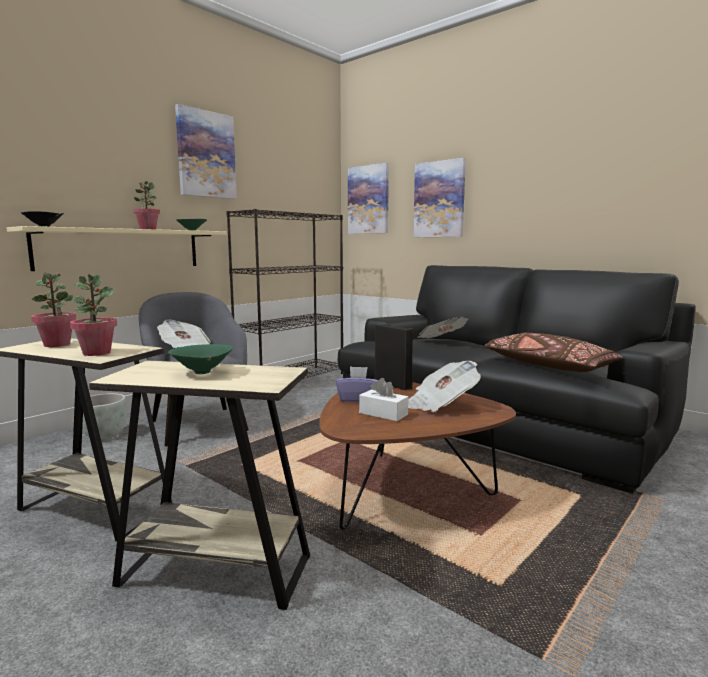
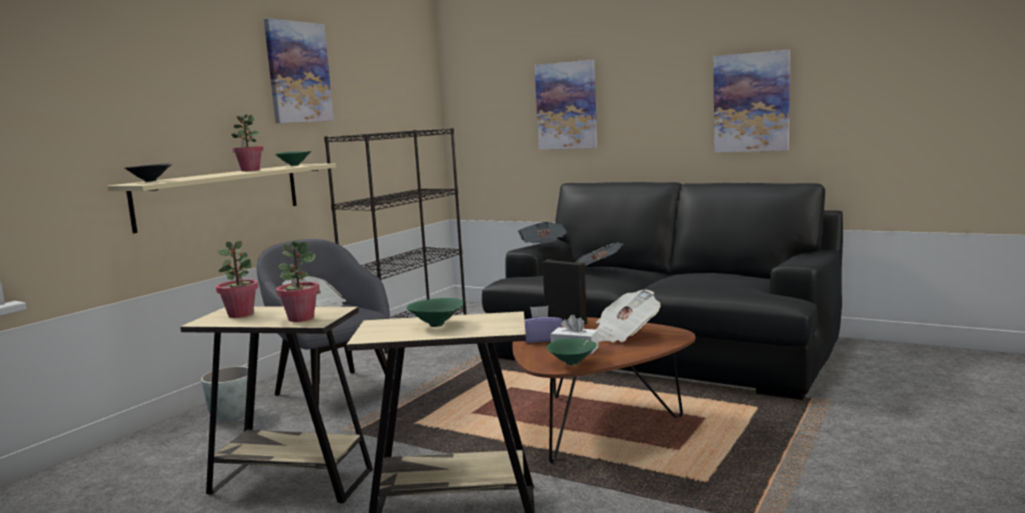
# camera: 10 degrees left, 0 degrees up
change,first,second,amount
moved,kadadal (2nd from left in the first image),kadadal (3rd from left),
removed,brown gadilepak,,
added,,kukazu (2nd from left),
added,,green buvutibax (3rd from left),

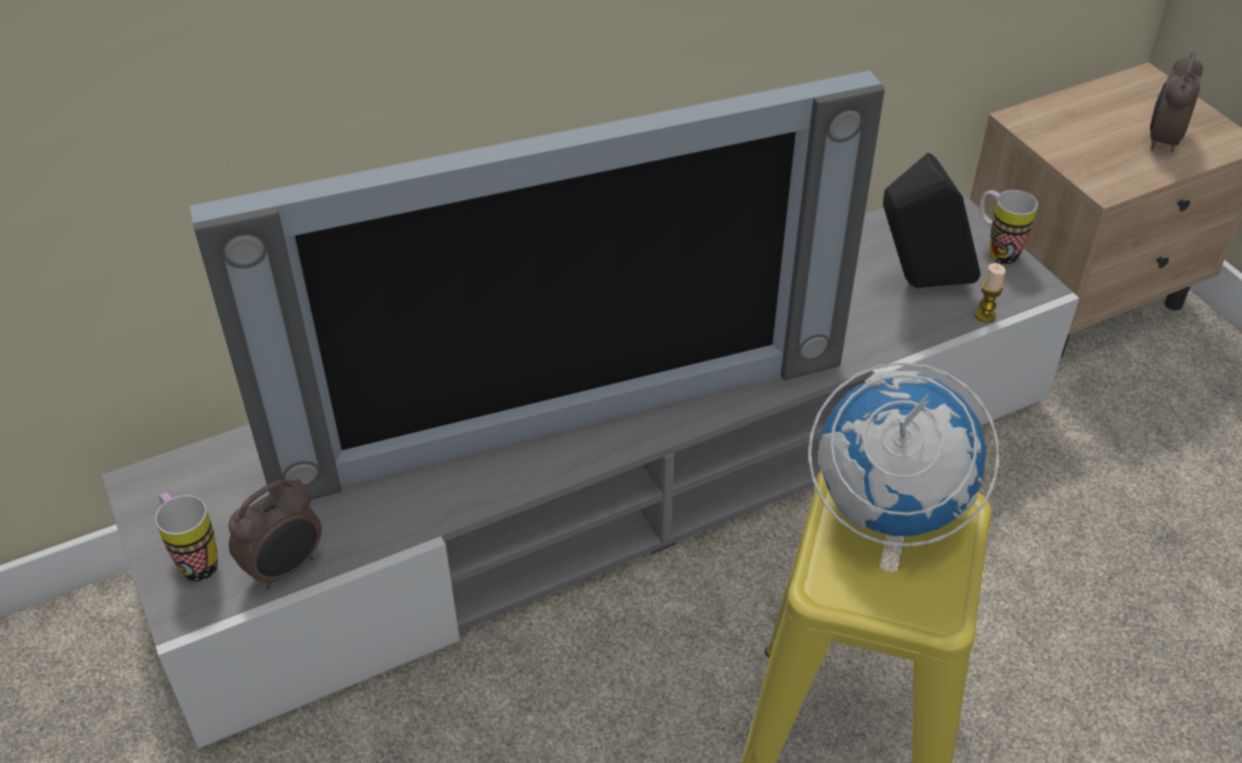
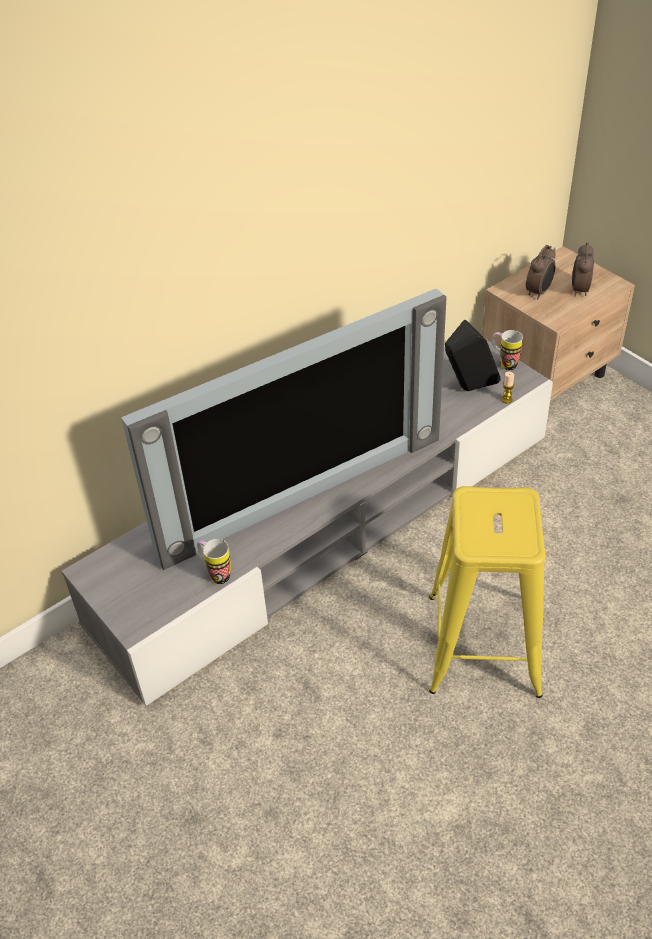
# camera: 10 degrees left, 0 degrees up
change,first,second,amount
moved,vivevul (1st from left),,
moved,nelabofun (1st from left),,
removed,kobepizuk,,

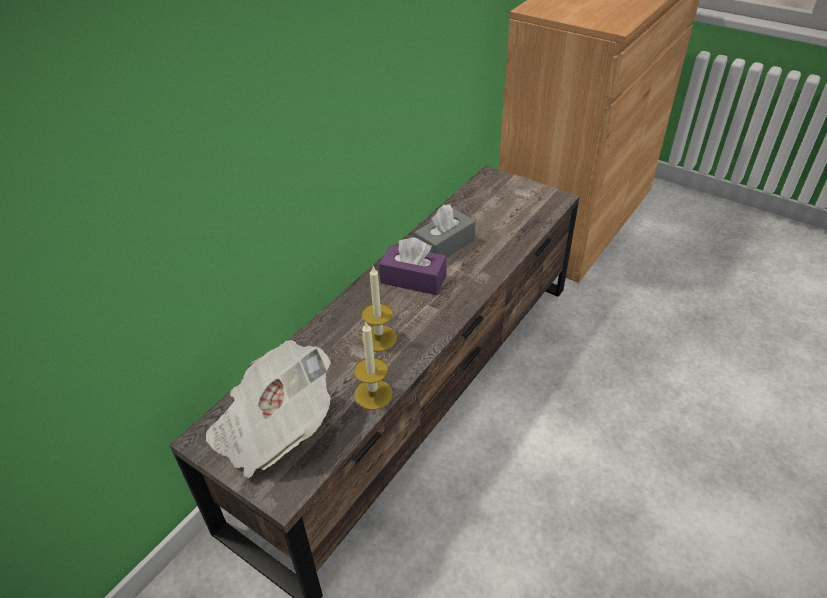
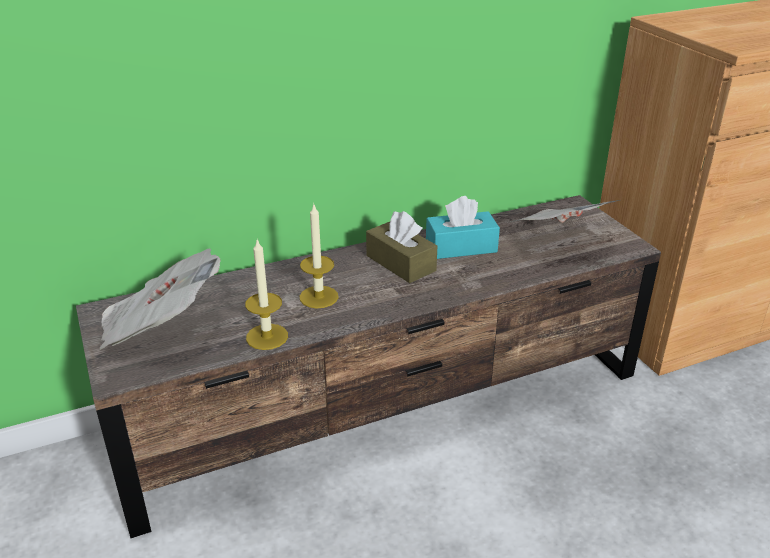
# camera: 30 degrees right, 10 degrees down
change,first,second,amount
recoloured,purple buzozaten,brown buzozaten,
recoloured,grey buzozaten,turquoise buzozaten,
added,,kukazu (2nd from left),

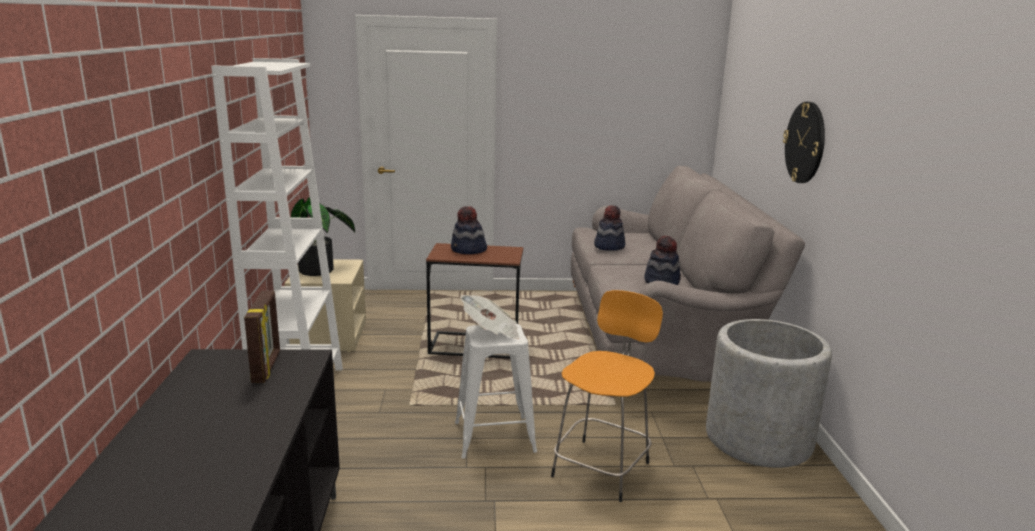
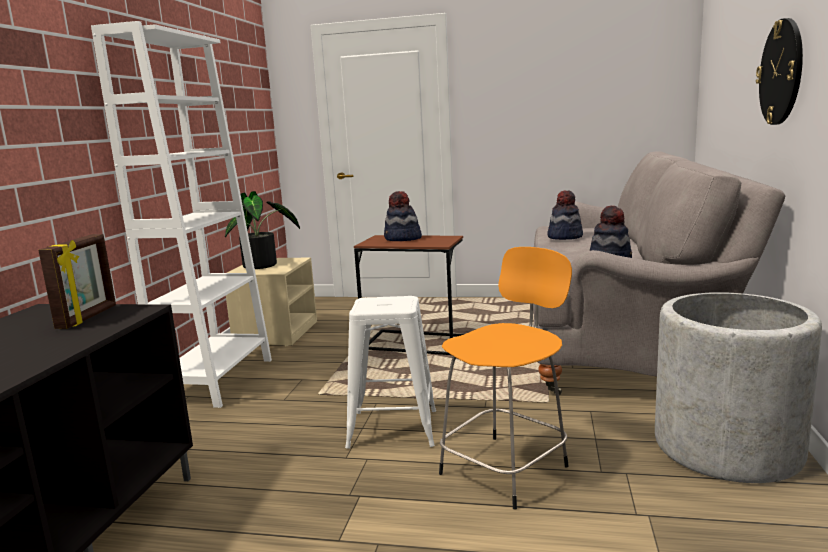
# camera: 15 degrees right, 5 degrees down
change,first,second,amount
removed,kukazu,,

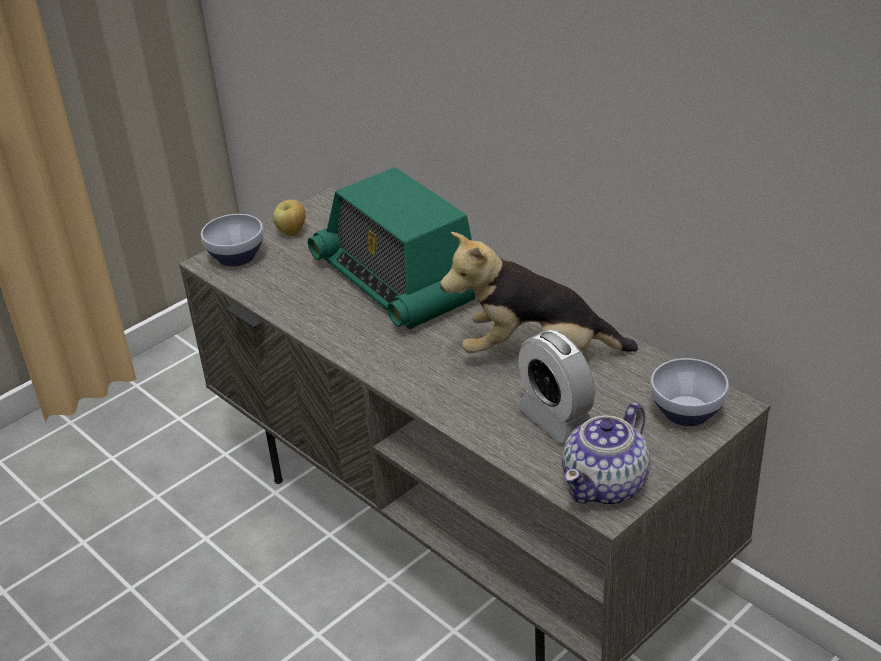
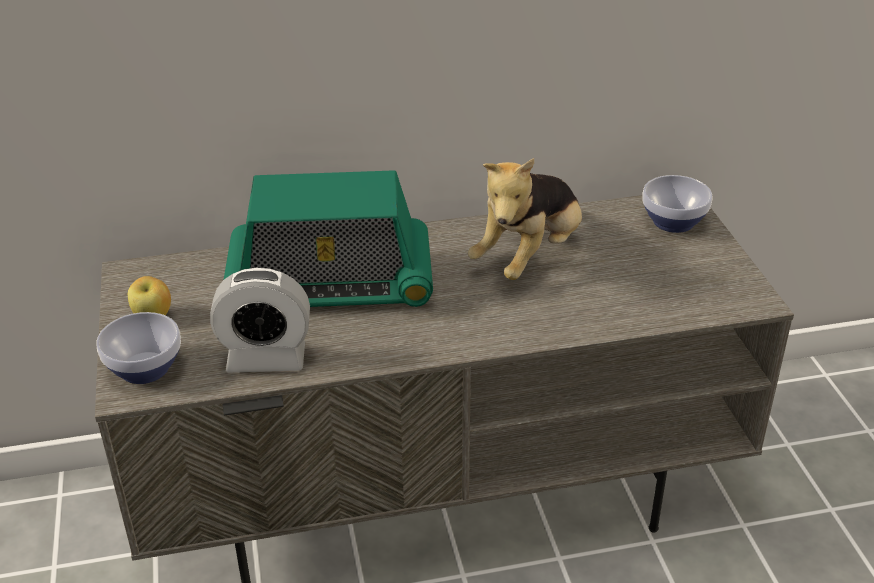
# camera: 60 degrees left, 0 degrees up
change,first,second,amount
moved,nelabofun,,
removed,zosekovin,,

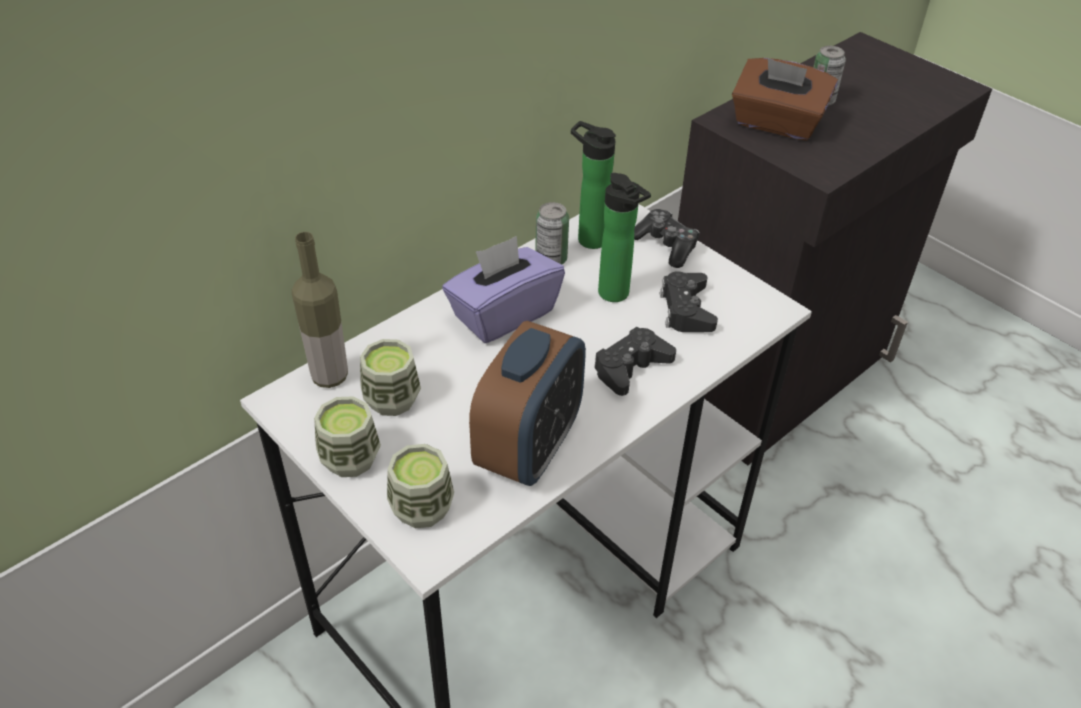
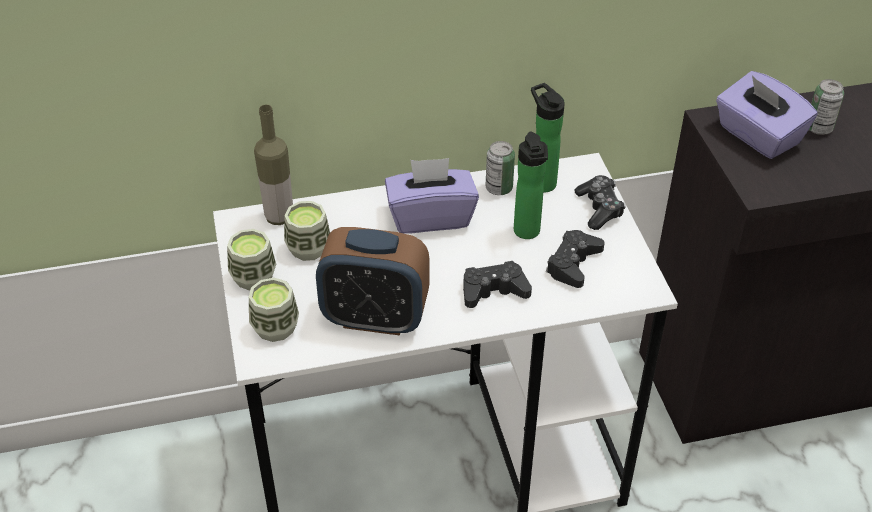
# camera: 30 degrees right, 0 degrees up
change,first,second,amount
turned,nelabofun,,45 degrees clockwise
recoloured,brown buzozaten,purple buzozaten (2nd from left),

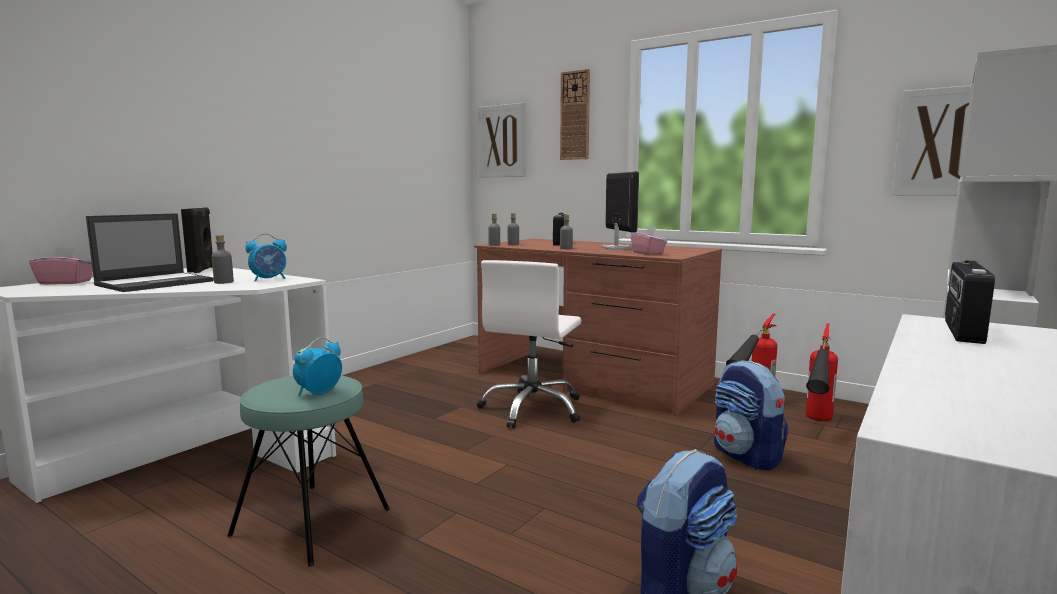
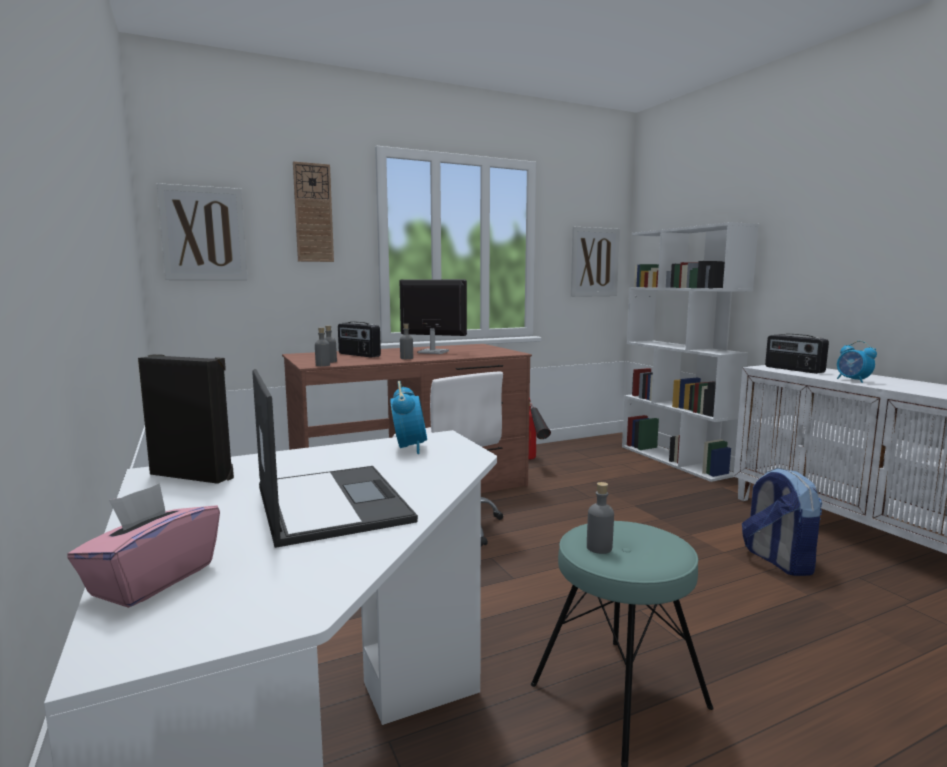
# camera: 60 degrees left, 0 degrees up
change,first,second,amount
moved,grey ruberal (1st from left in the first image),grey ruberal (4th from left),
moved,nelabofun (2nd from left),,
removed,pink buzozaten (2nd from left),,
removed,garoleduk (2nd from left),,
removed,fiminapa (2nd from left),,

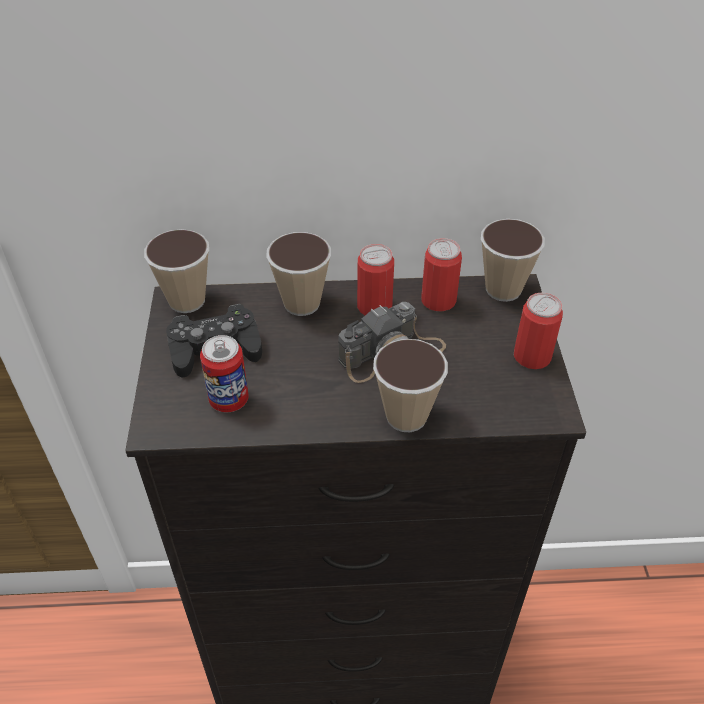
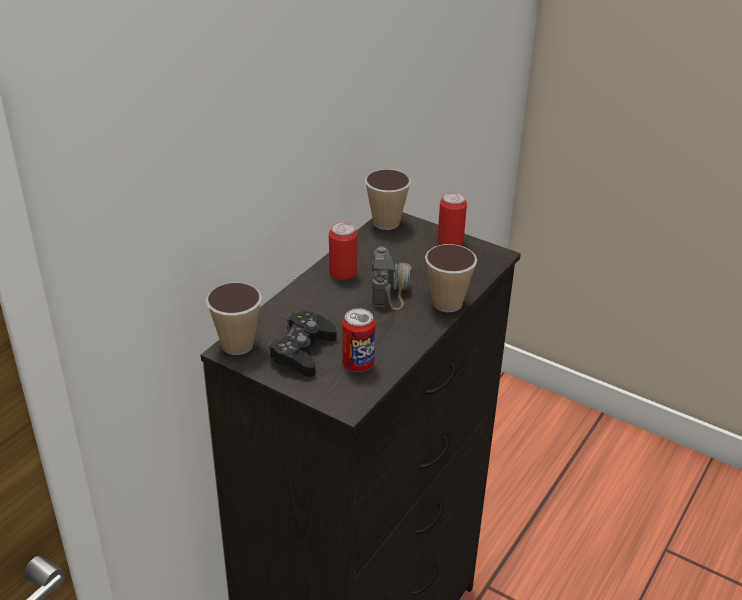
# camera: 55 degrees left, 10 degrees down
change,first,second,amount
removed,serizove (2nd from left),,
removed,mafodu (3rd from left),,

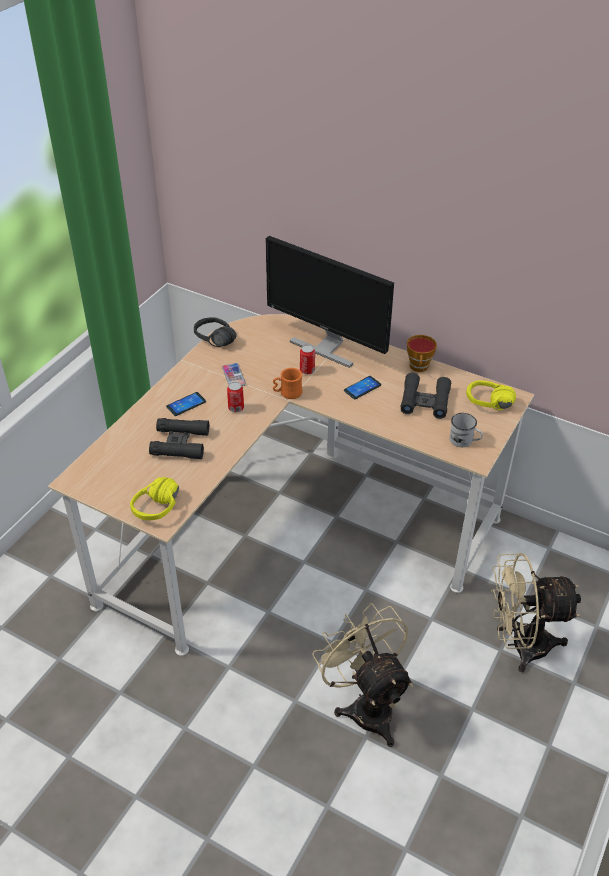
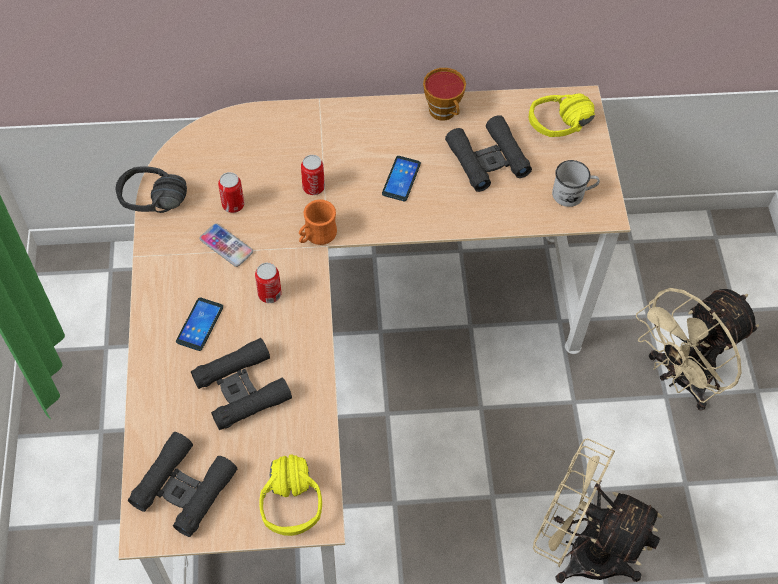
# camera: 35 degrees left, 15 degrees up
change,first,second,amount
removed,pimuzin,,
added,,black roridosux (1st from left),
added,,mafodu (1st from left),

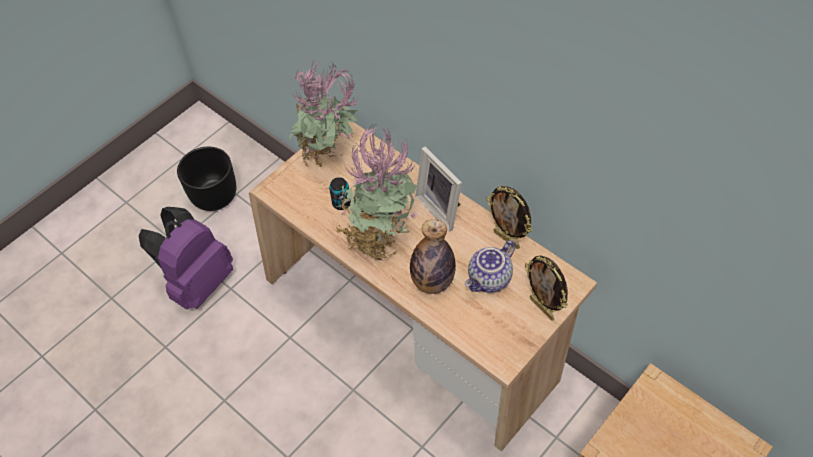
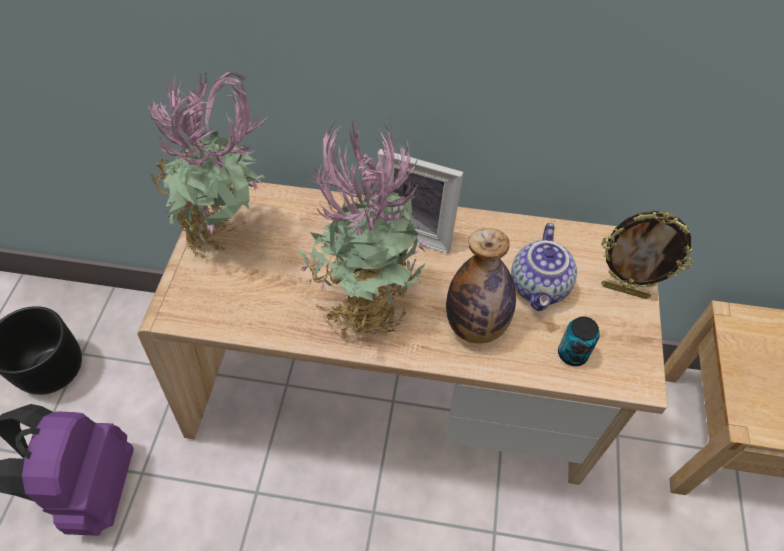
# camera: 35 degrees left, 0 degrees up
change,first,second,amount
moved,mafodu,,
removed,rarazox (2nd from left),,

